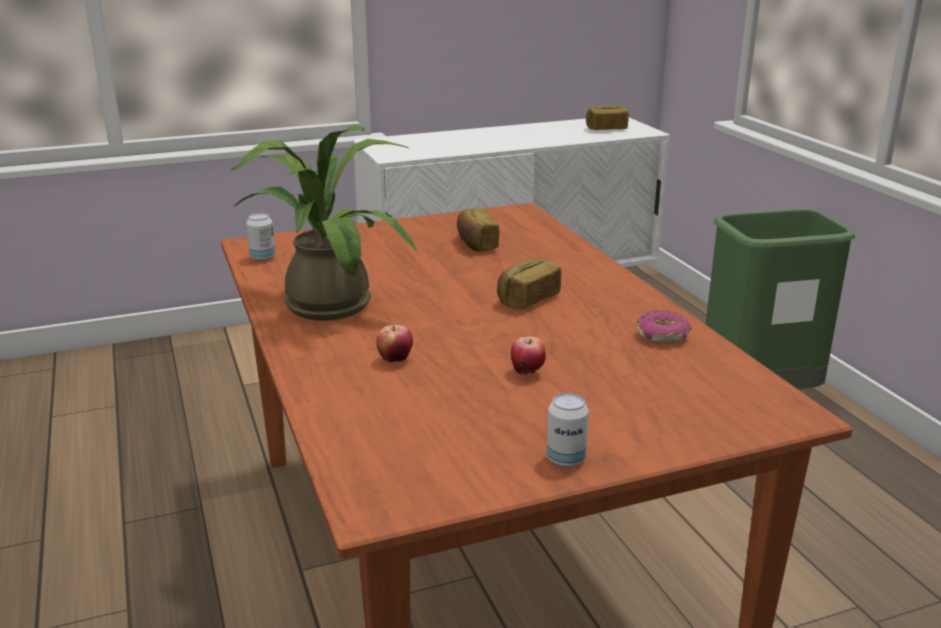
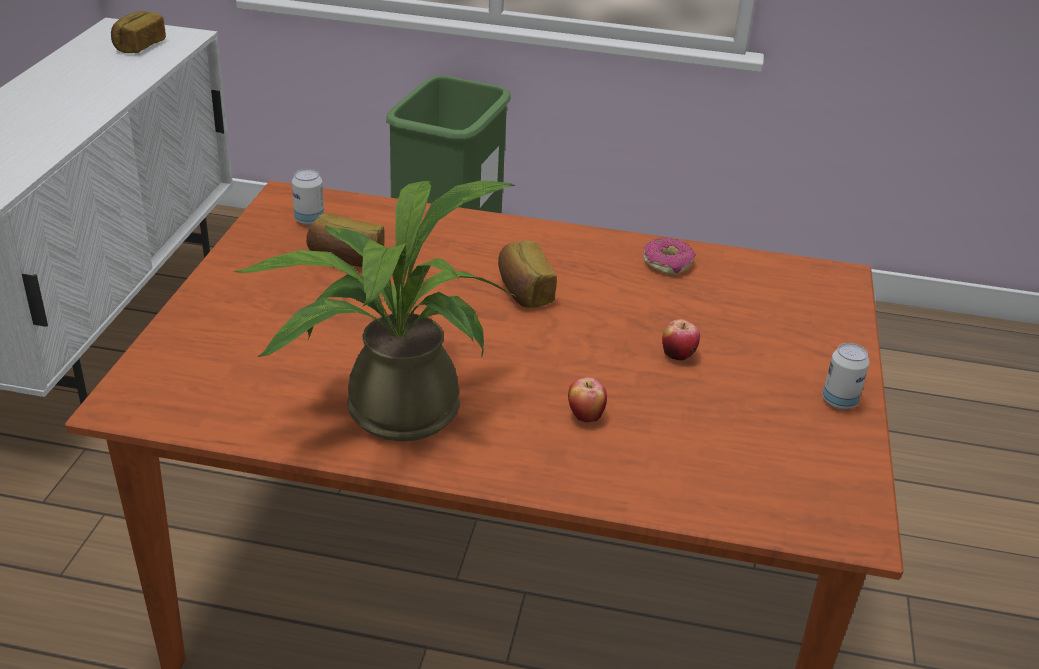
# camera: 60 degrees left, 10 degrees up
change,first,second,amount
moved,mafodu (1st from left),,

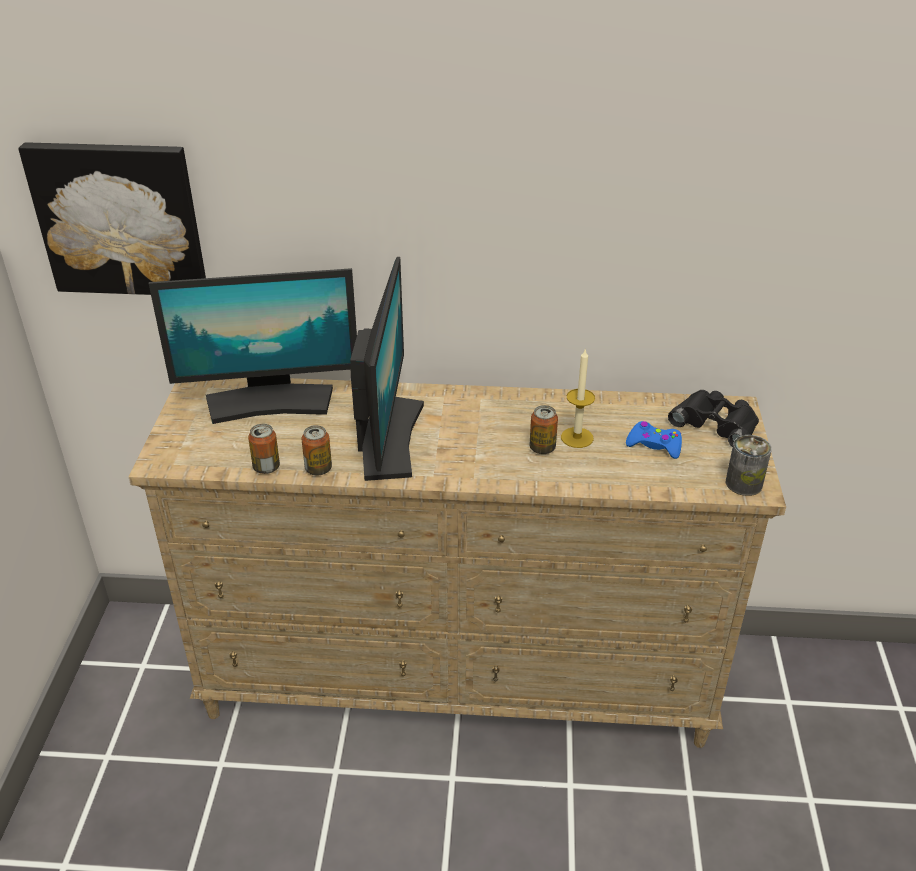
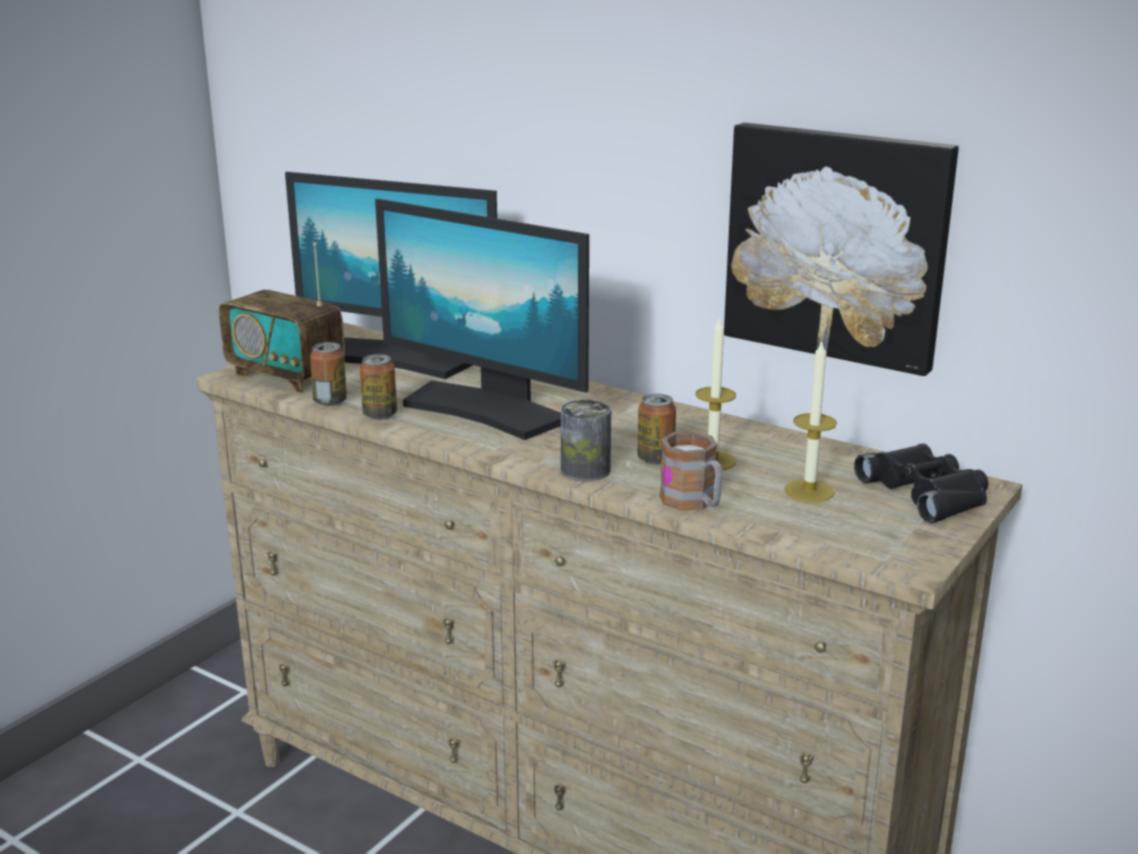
# camera: 30 degrees right, 15 degrees down
change,first,second,amount
moved,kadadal,,
turned,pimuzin (2nd from left),,90 degrees clockwise
replaced,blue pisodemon,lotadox (2nd from left),
moved,mafodu (4th from left in the first image),mafodu (3rd from left),
added,,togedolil,
added,,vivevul,

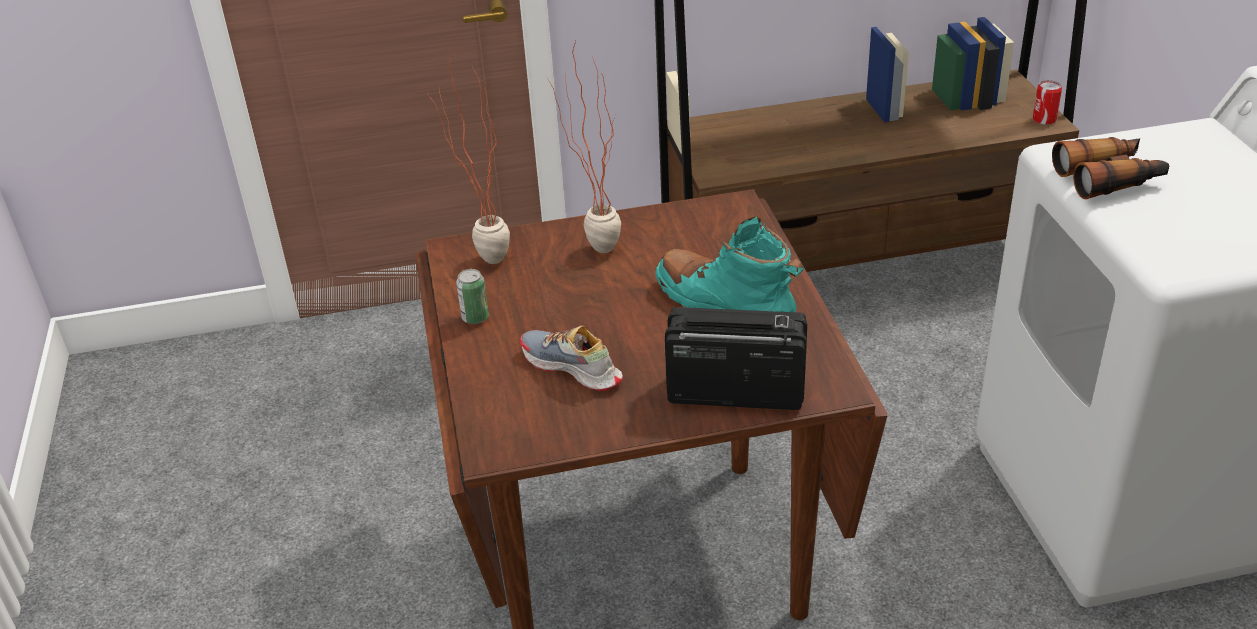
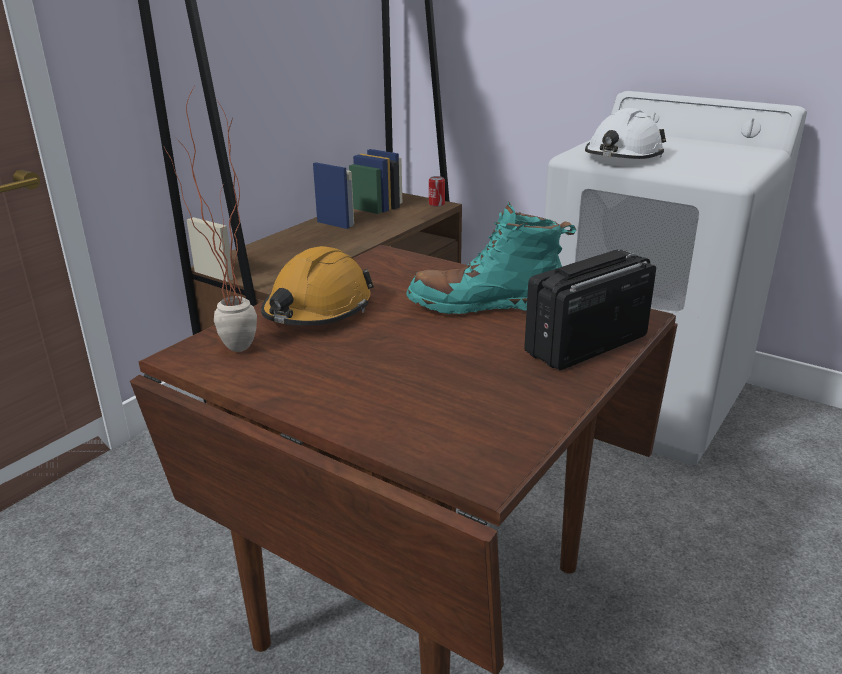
# camera: 45 degrees left, 10 degrees down
change,first,second,amount
removed,mafodu (1st from left),,
removed,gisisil,,
replaced,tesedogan (2nd from left),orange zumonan,
replaced,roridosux,white zumonan,

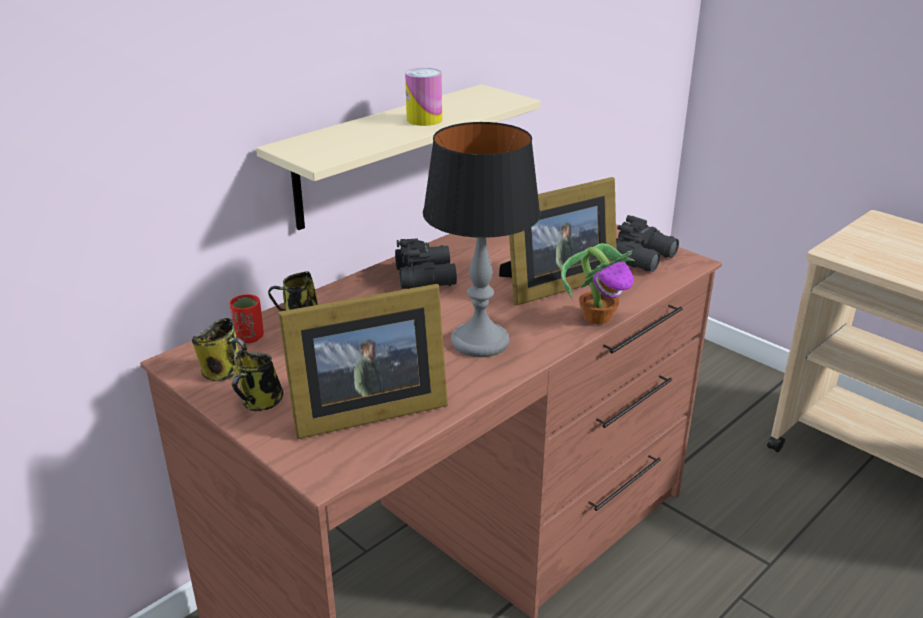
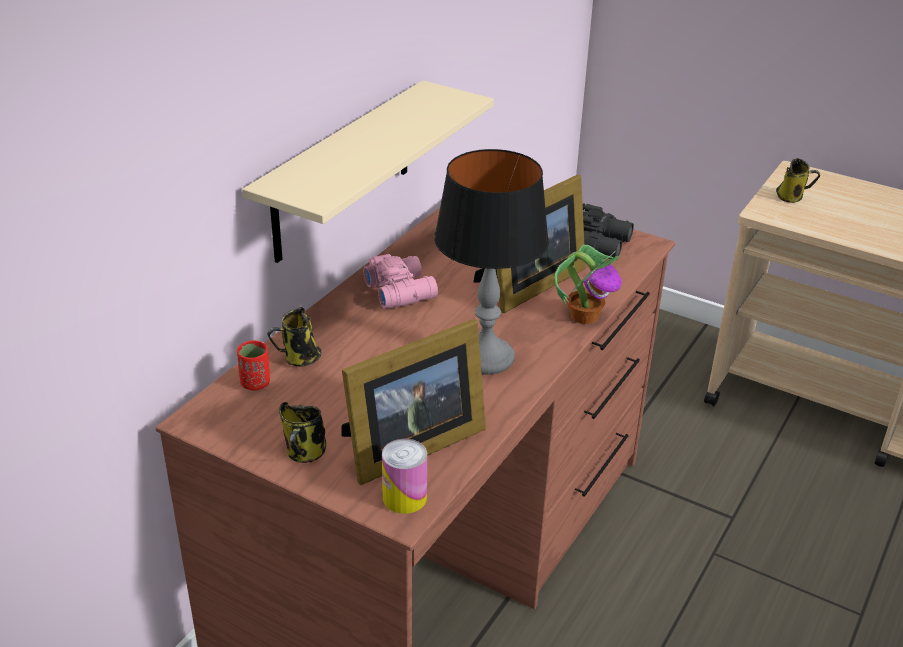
# camera: 15 degrees left, 5 degrees up
change,first,second,amount
moved,vivevul (1st from left in the first image),vivevul (3rd from left),
recoloured,black roridosux (1st from left),pink roridosux,
moved,mafodu,,

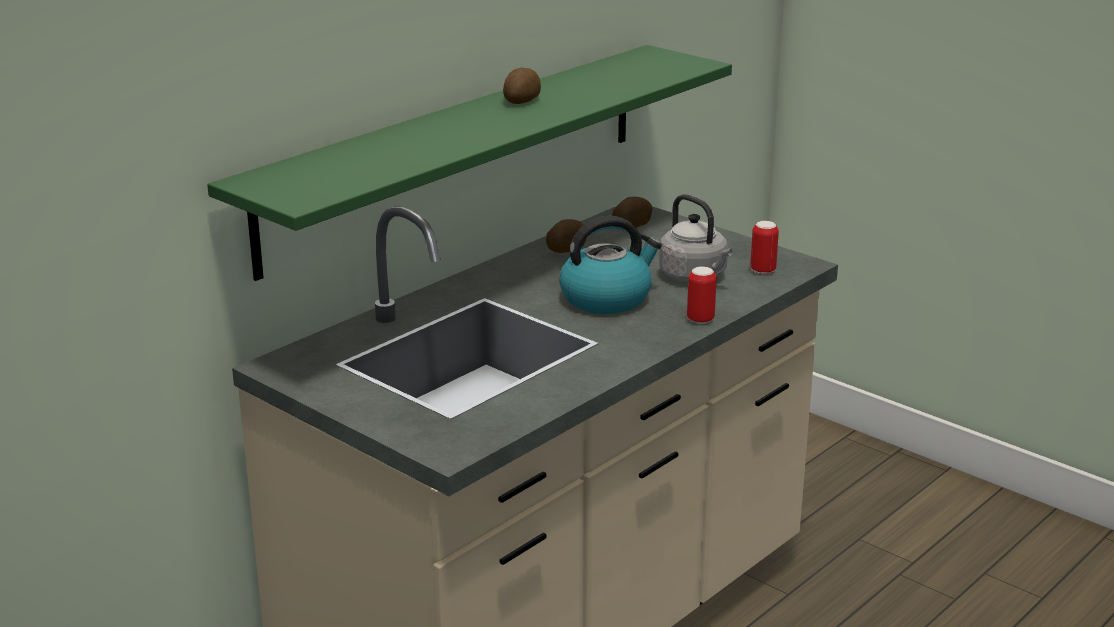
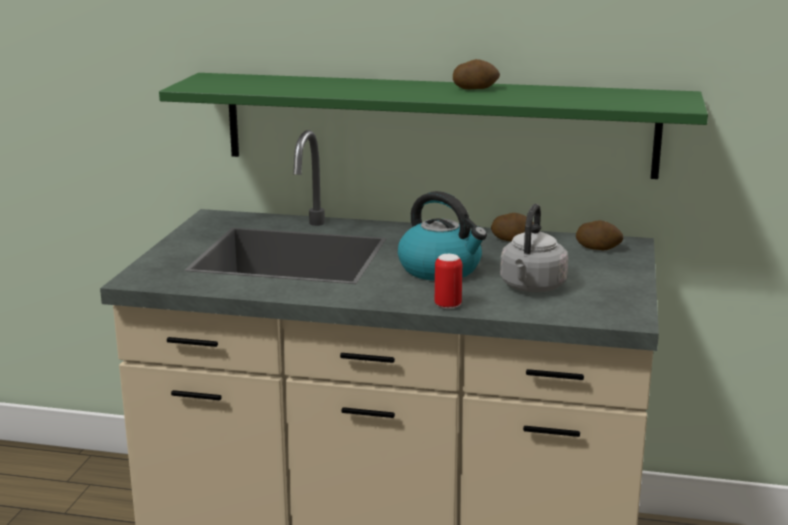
# camera: 60 degrees right, 5 degrees down
change,first,second,amount
removed,mafodu (2nd from left),,

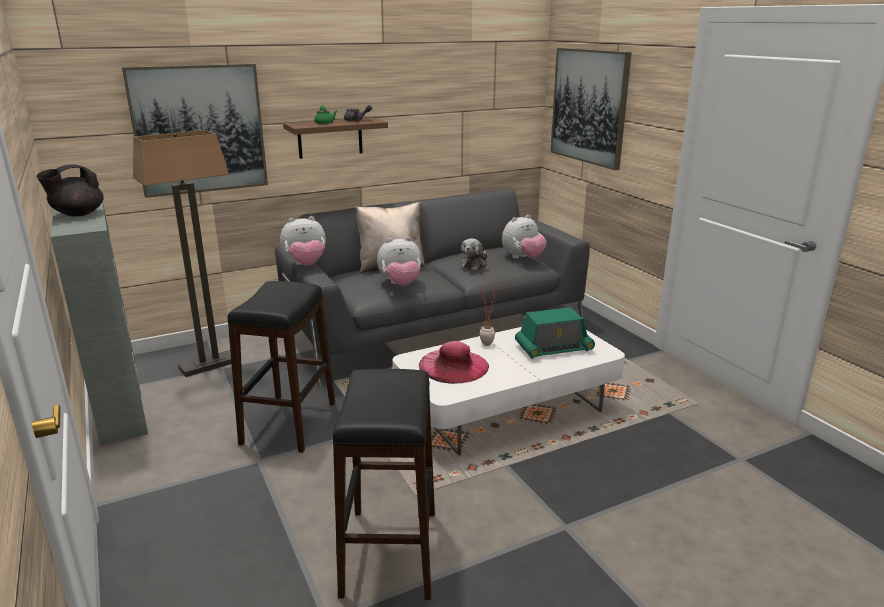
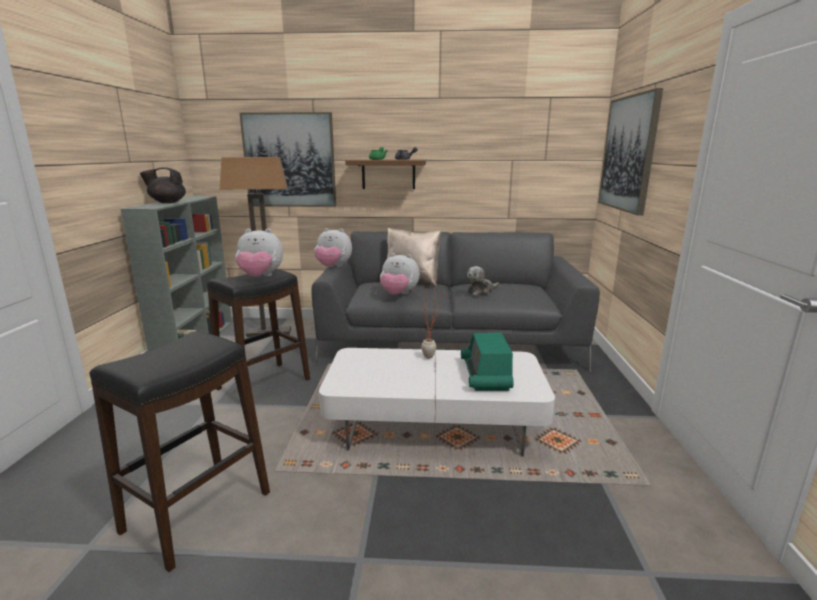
# camera: 30 degrees right, 5 degrees down
change,first,second,amount
removed,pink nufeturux,,
moved,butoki (4th from left in the first image),butoki (1st from left),
turned,togedolil,,75 degrees clockwise

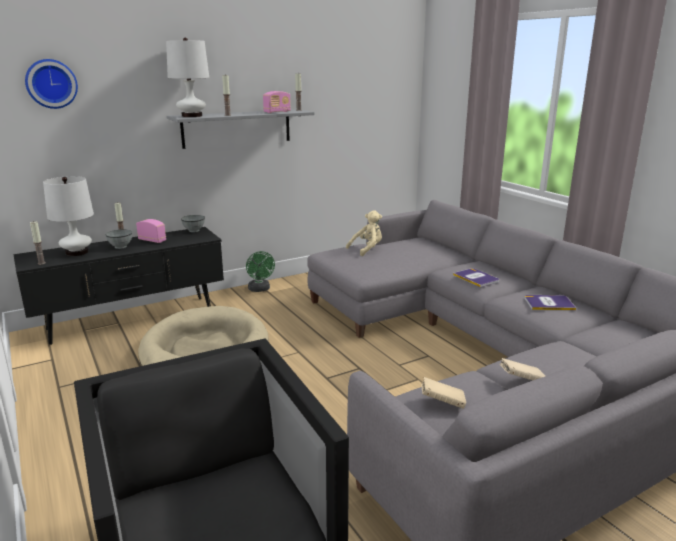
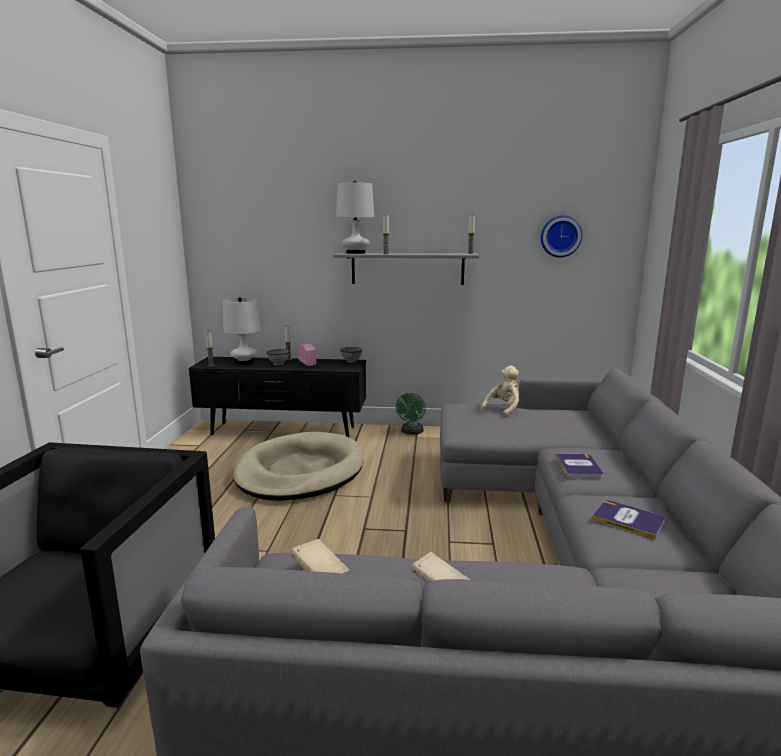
# camera: 35 degrees right, 5 degrees down
change,first,second,amount
moved,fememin,,
removed,togedolil (2nd from left),,
turned,beige butoki,,45 degrees counterclockwise

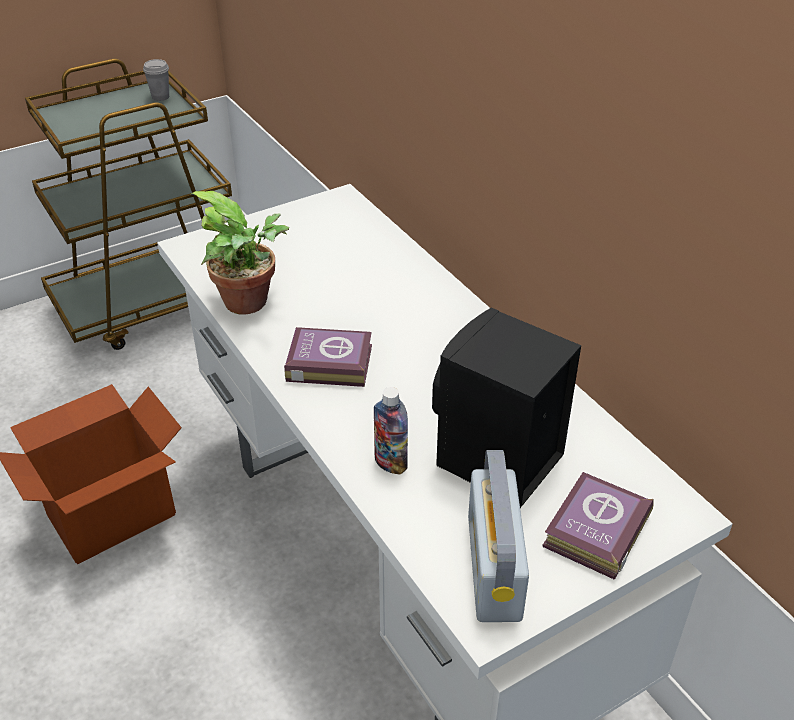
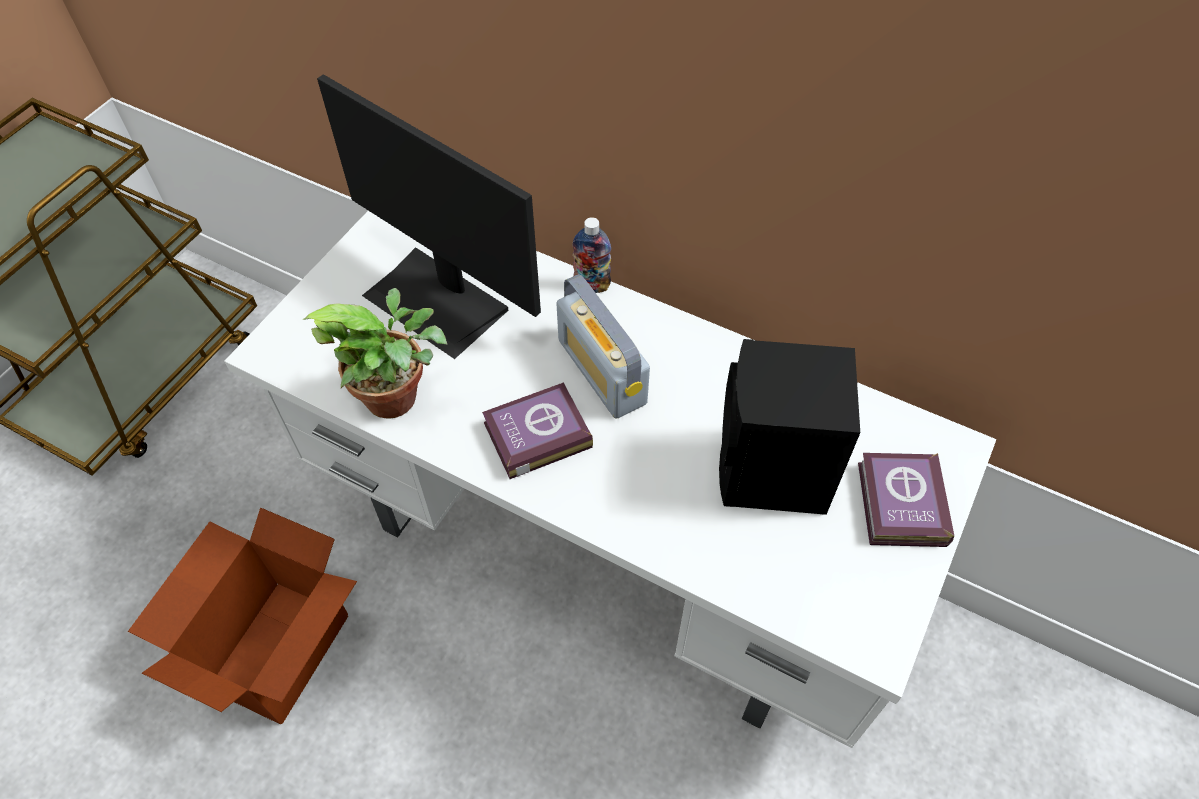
# camera: 30 degrees left, 15 degrees up
change,first,second,amount
removed,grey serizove,,
moved,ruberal,,
moved,togedolil,,
added,,pimuzin,

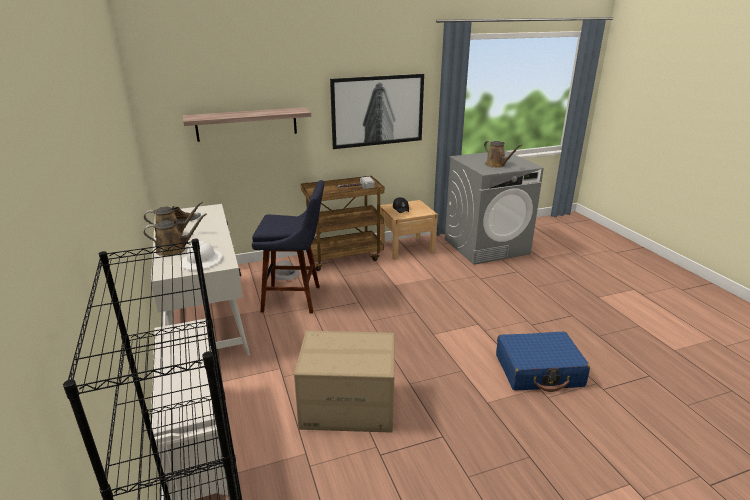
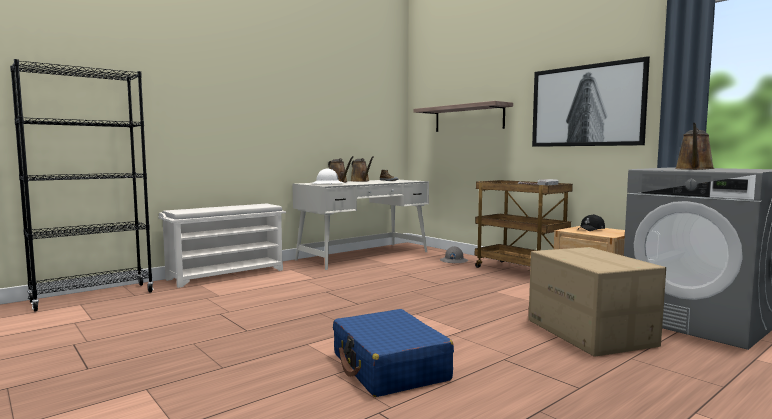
# camera: 70 degrees right, 20 degrees down
change,first,second,amount
removed,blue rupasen,,
moved,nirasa,,

